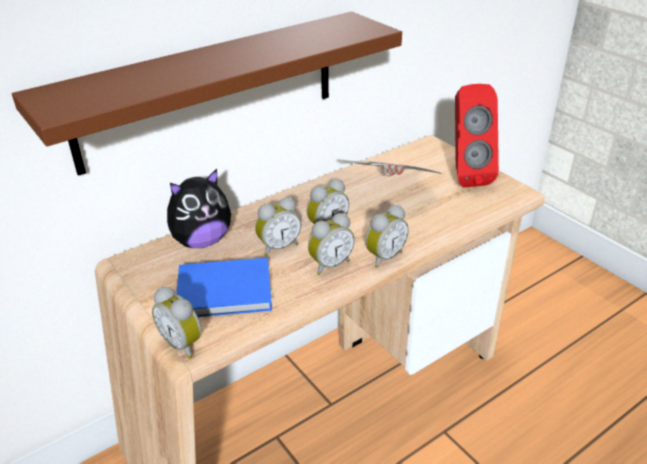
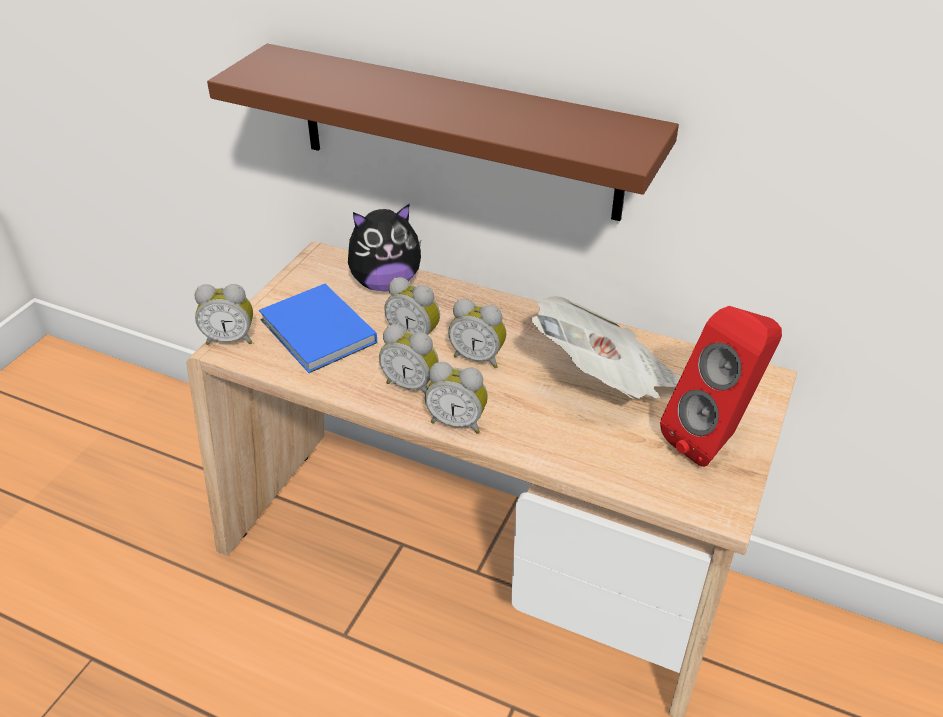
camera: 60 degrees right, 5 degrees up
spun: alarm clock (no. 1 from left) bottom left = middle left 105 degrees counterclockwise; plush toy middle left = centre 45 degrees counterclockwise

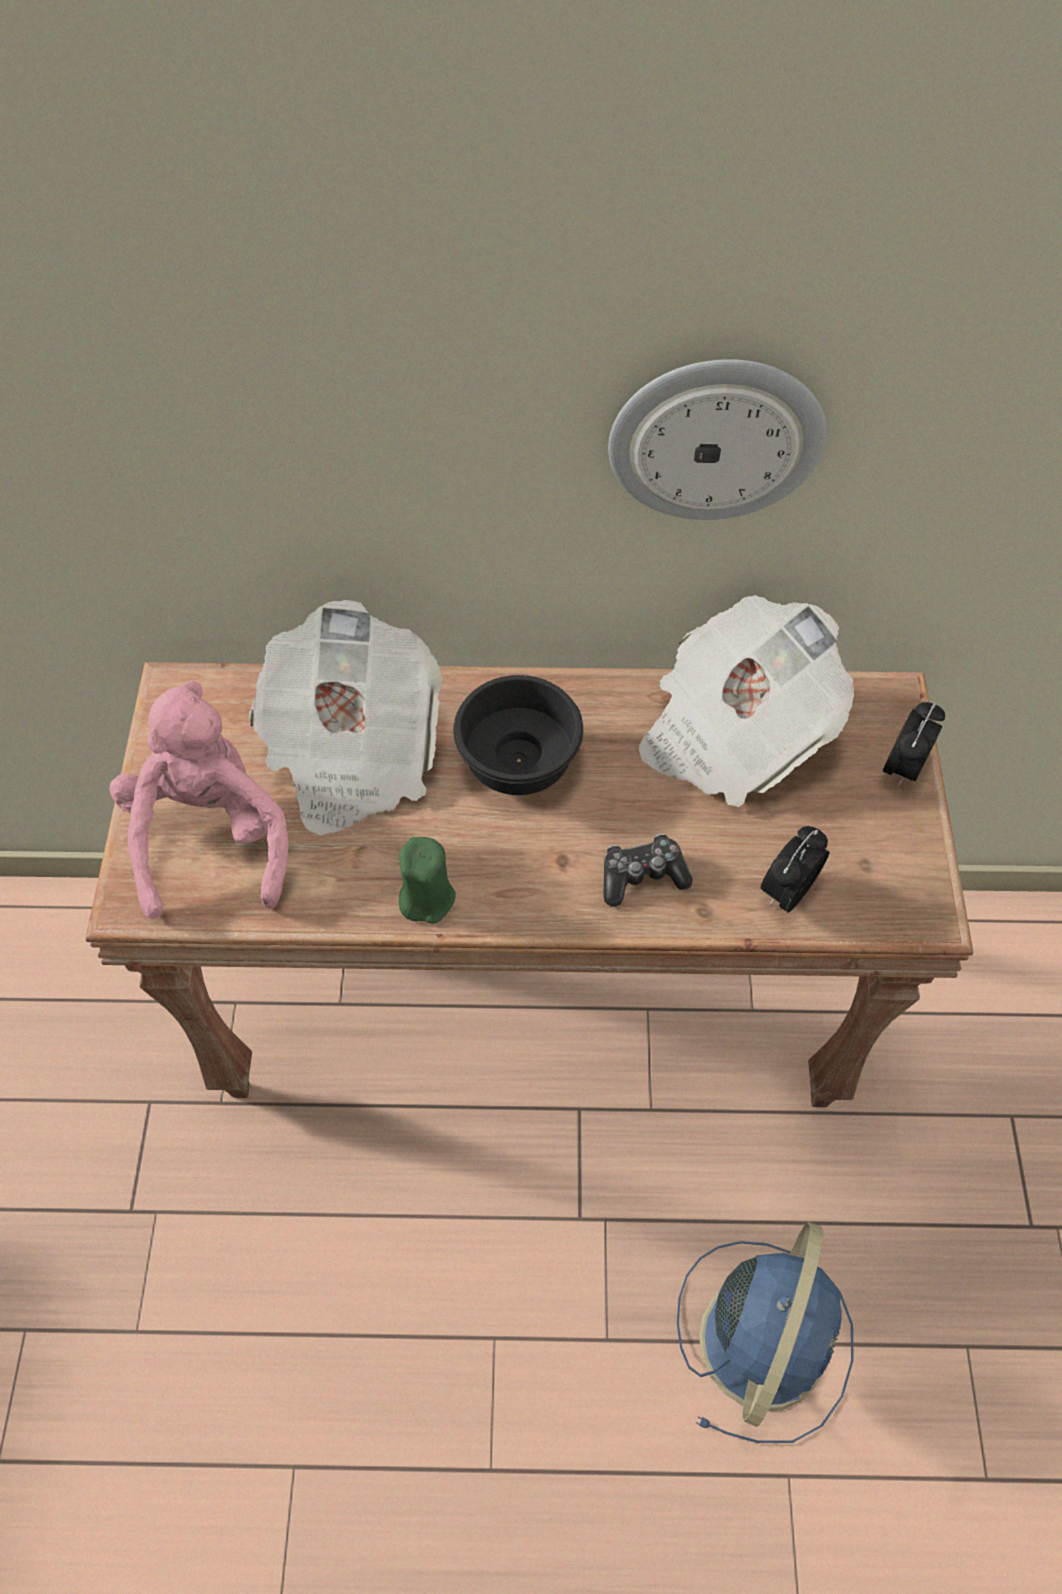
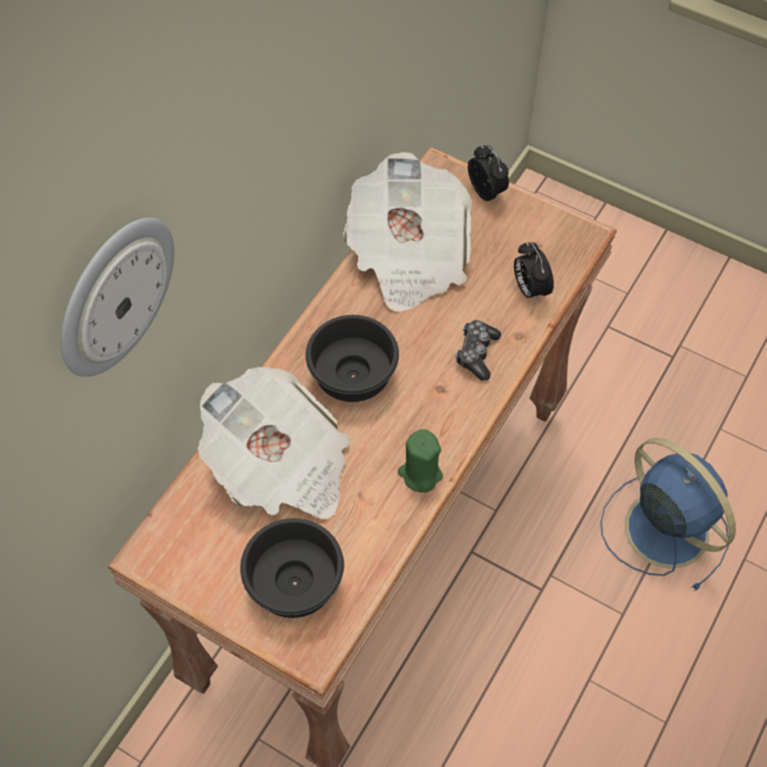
camera: 60 degrees left, 0 degrees up
relocated: wall clock top right to middle left
exchanged: plush toy (pink) middle left to bowl (black) (no. 1 from left) bottom centre

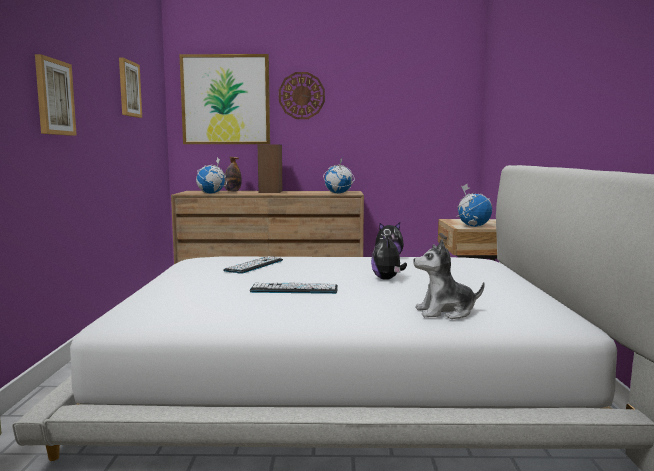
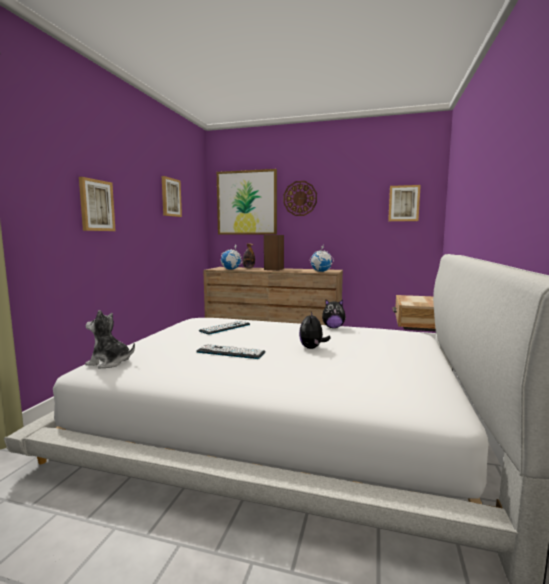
camera: 15 degrees right, 0 degrees up
missing: globe (no. 3 from left) middle right
appeared: picture (no. 4 from left) middle right
relocated: plush toy (no. 3 from left in the first image) middle right to plush toy (no. 1 from left) middle left

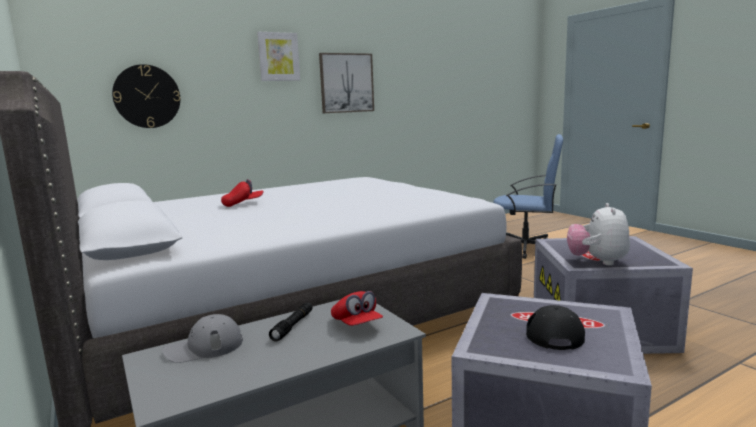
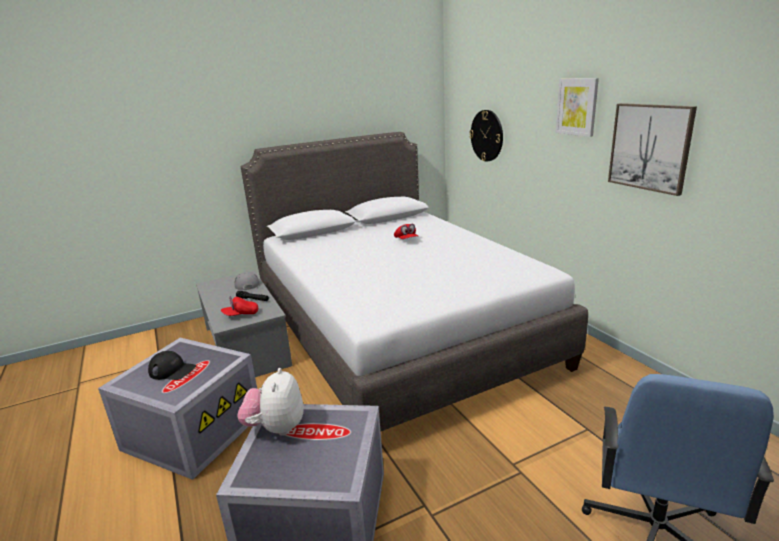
camera: 95 degrees right, 10 degrees up
spun: plush toy middle right = bottom centre 105 degrees counterclockwise

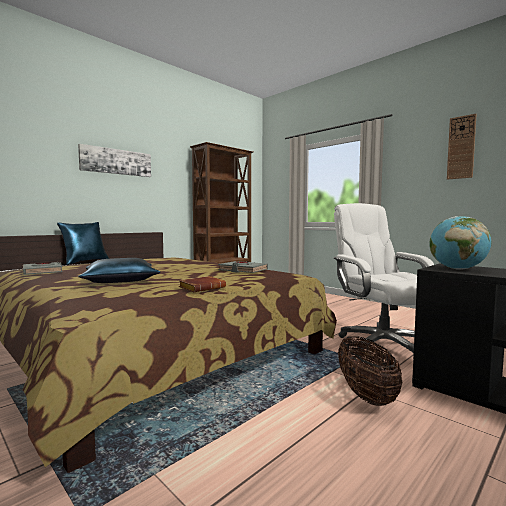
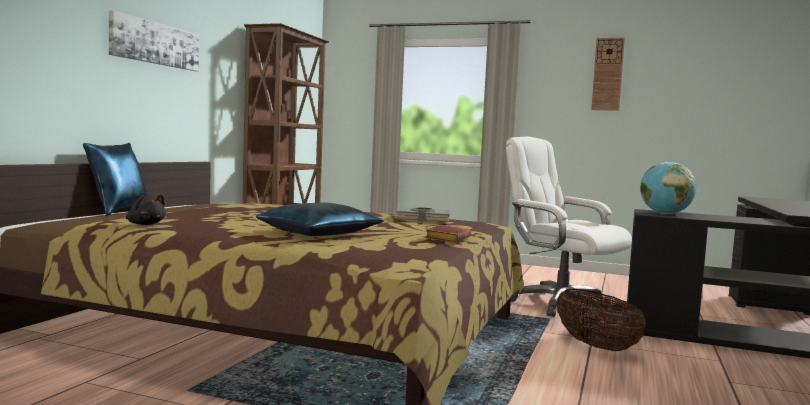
camera: 25 degrees left, 0 degrees up
exchanged: book (grey) (no. 1 from left) middle left to plush toy (black) middle left

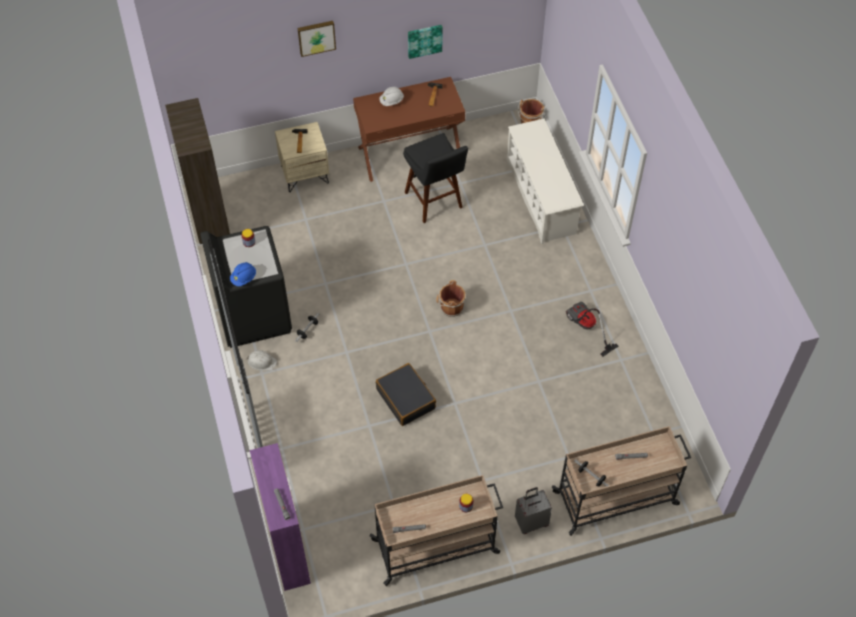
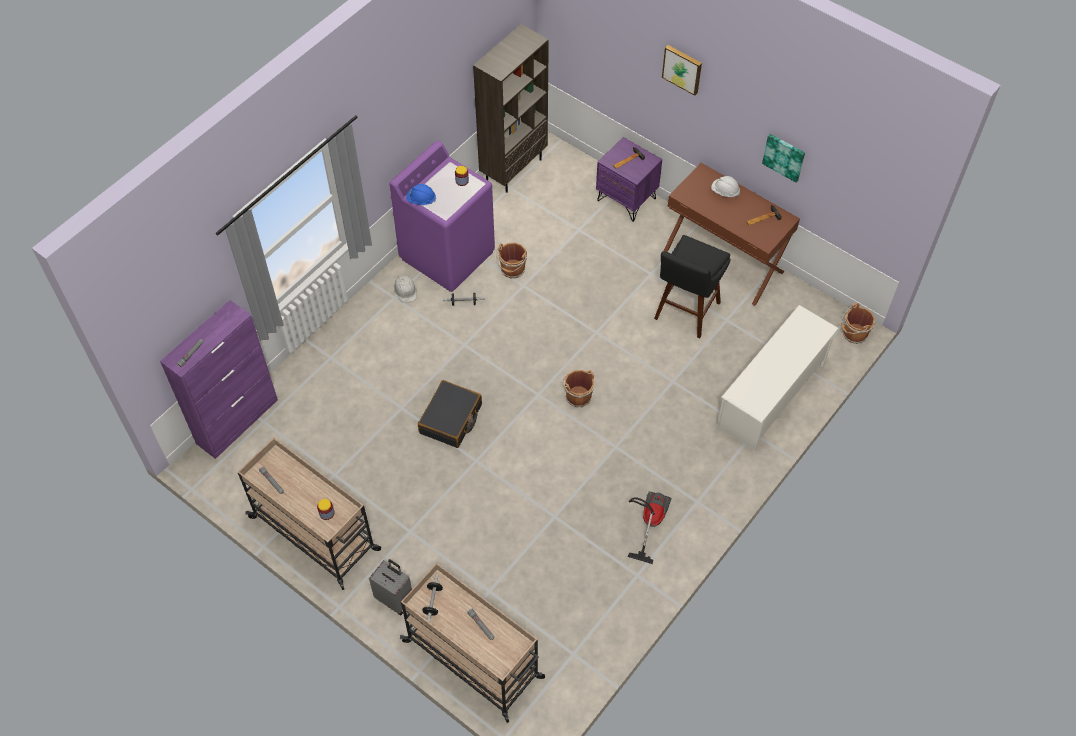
camera: 55 degrees right, 0 degrees up
appeared: bucket (brown) (no. 1 from left) centre
colour: washing machine (black) middle left to washing machine (purple) top centre; nightstand (beige) top centre to nightstand (purple) top centre

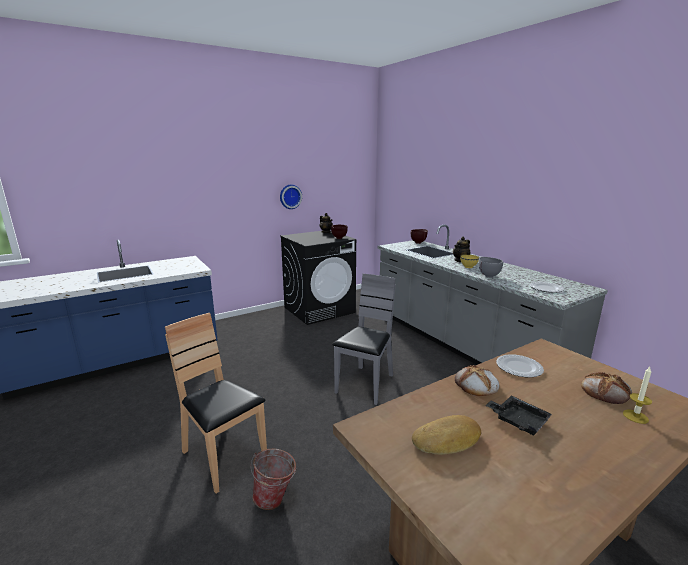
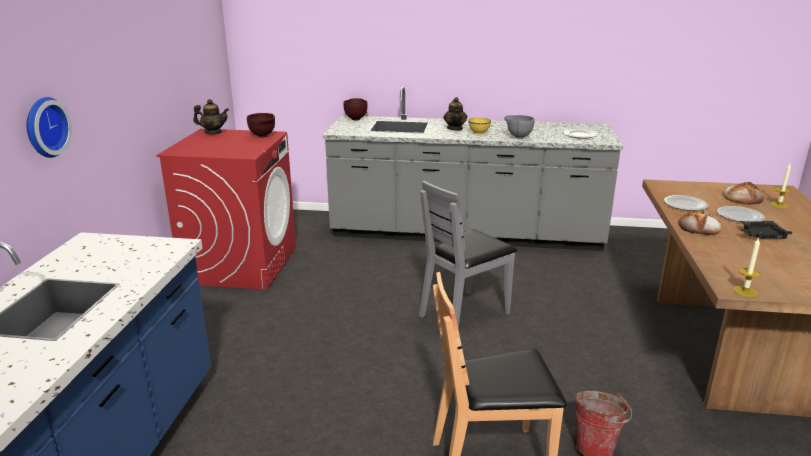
camera: 50 degrees left, 5 degrees up
missing: bread (no. 1 from left) bottom centre
appeared: plate (no. 3 from left) middle right; candle (no. 1 from left) middle right
relocated: wall clock centre to top left
colour: washing machine (black) centre to washing machine (red) middle left
spun: chair (grey) centre = centre 105 degrees counterclockwise

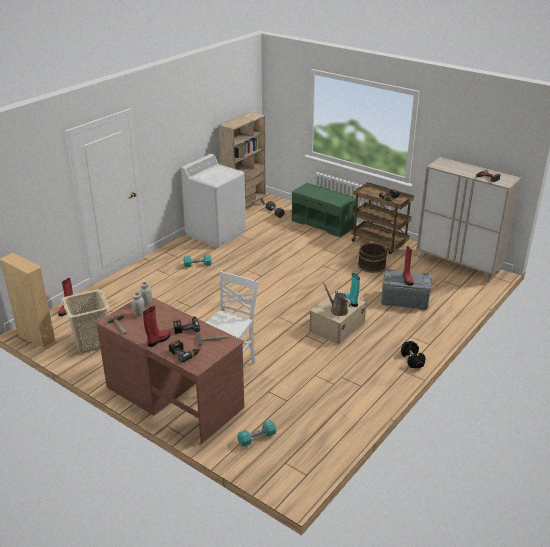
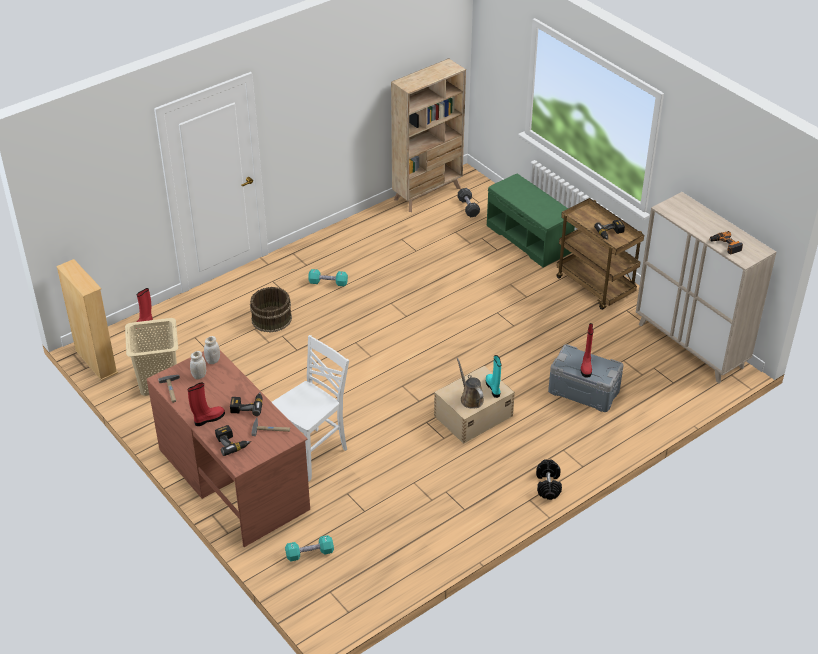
camera: 15 degrees right, 10 degrees up
missing: washing machine (white) centre
relocated: bucket (brown) middle right to middle left

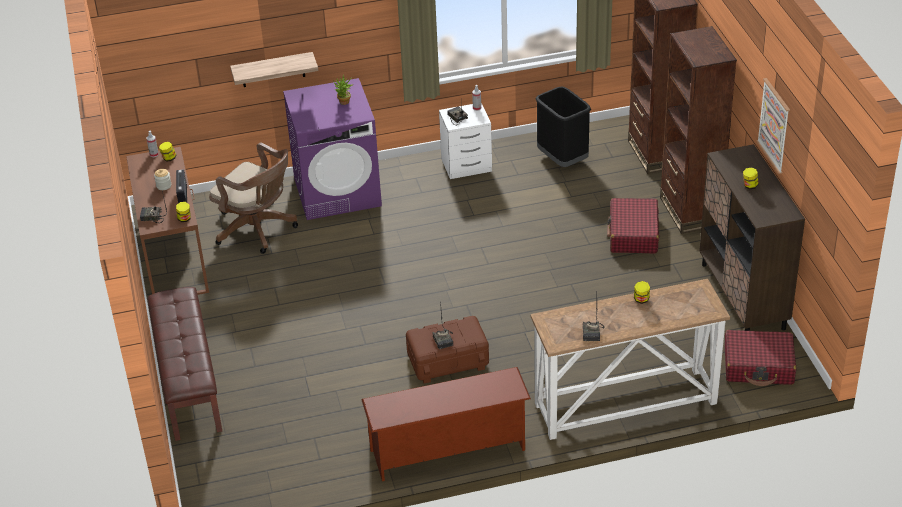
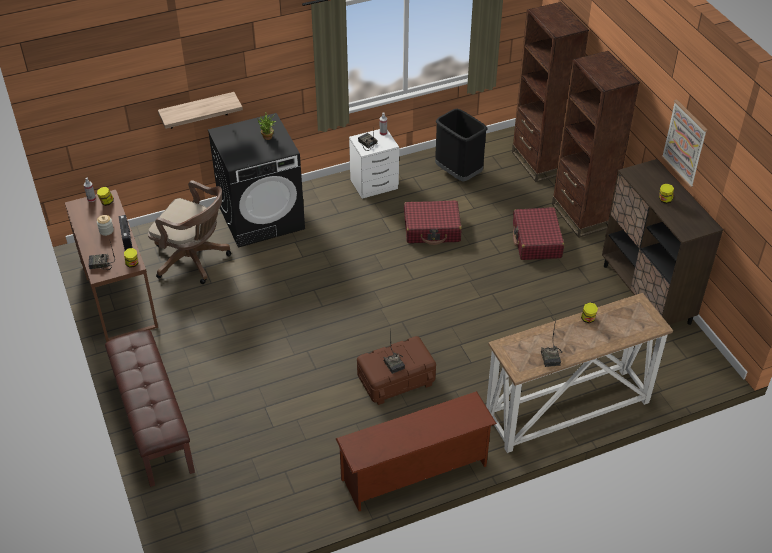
camera: 10 degrees left, 5 degrees up
relocated: suitcase (red) (no. 2 from left in the first image) bottom right to suitcase (red) (no. 1 from left) centre
colour: washing machine (purple) top centre to washing machine (black) top left

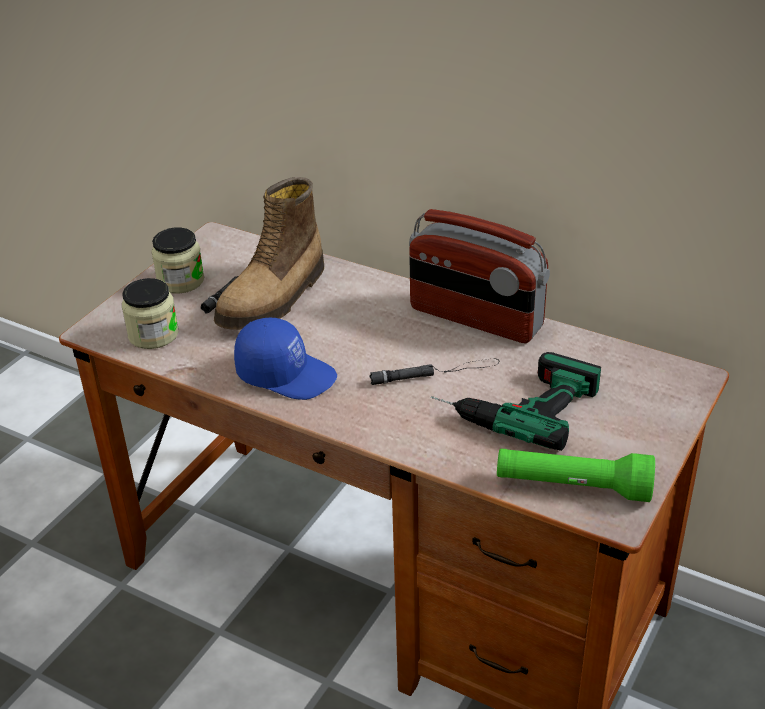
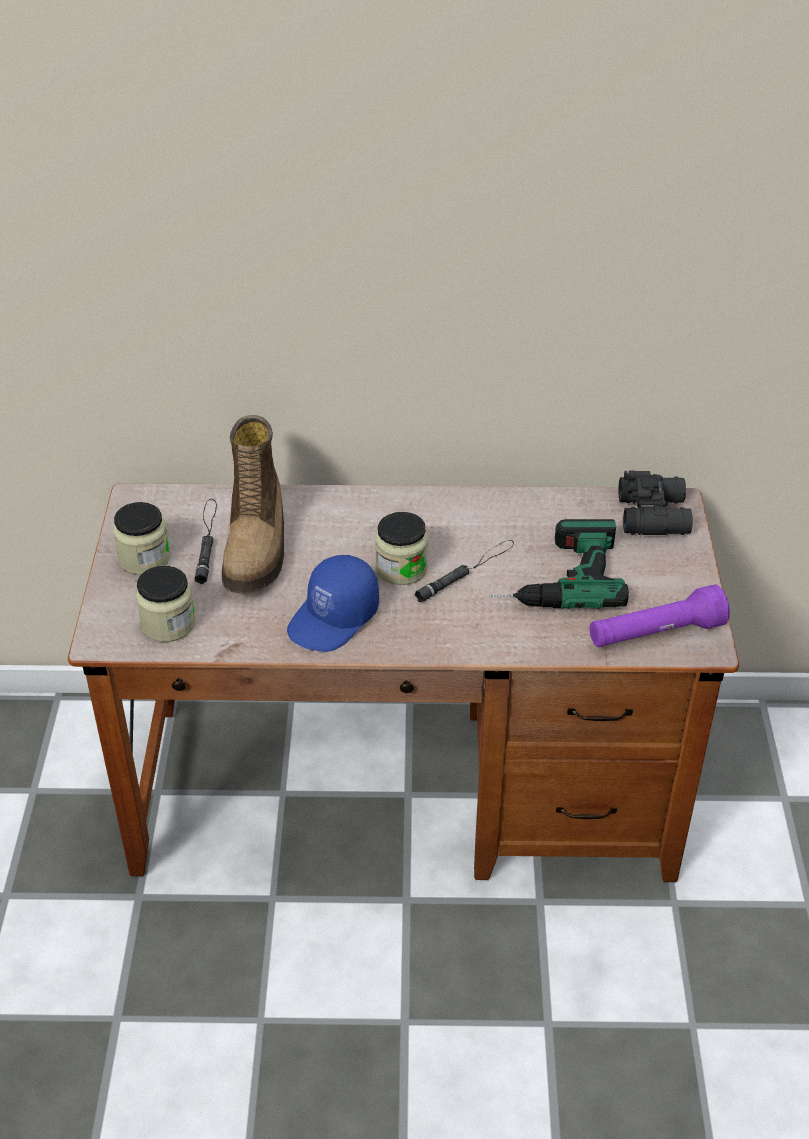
camera: 30 degrees left, 5 degrees up
missing: radio centre
appeared: jar (no. 3 from left) centre; binoculars (black) middle right
colour: flashlight (green) bottom right to flashlight (purple) middle right
spun: cap (blue) centre = centre 135 degrees clockwise

